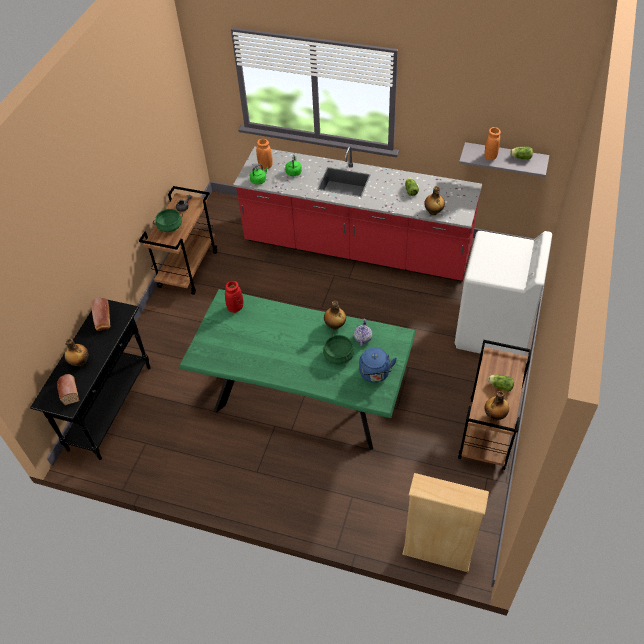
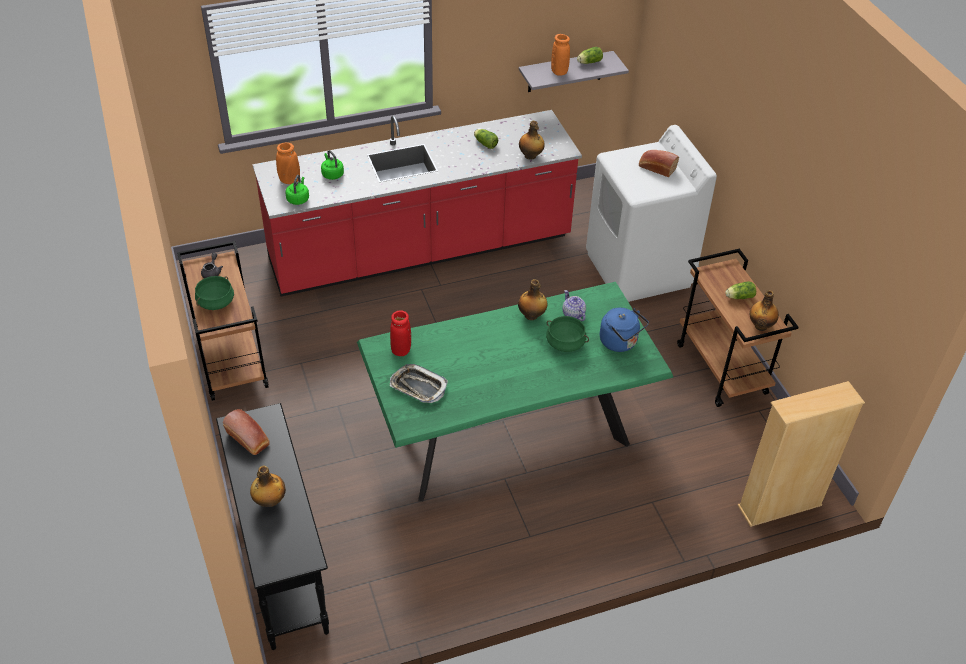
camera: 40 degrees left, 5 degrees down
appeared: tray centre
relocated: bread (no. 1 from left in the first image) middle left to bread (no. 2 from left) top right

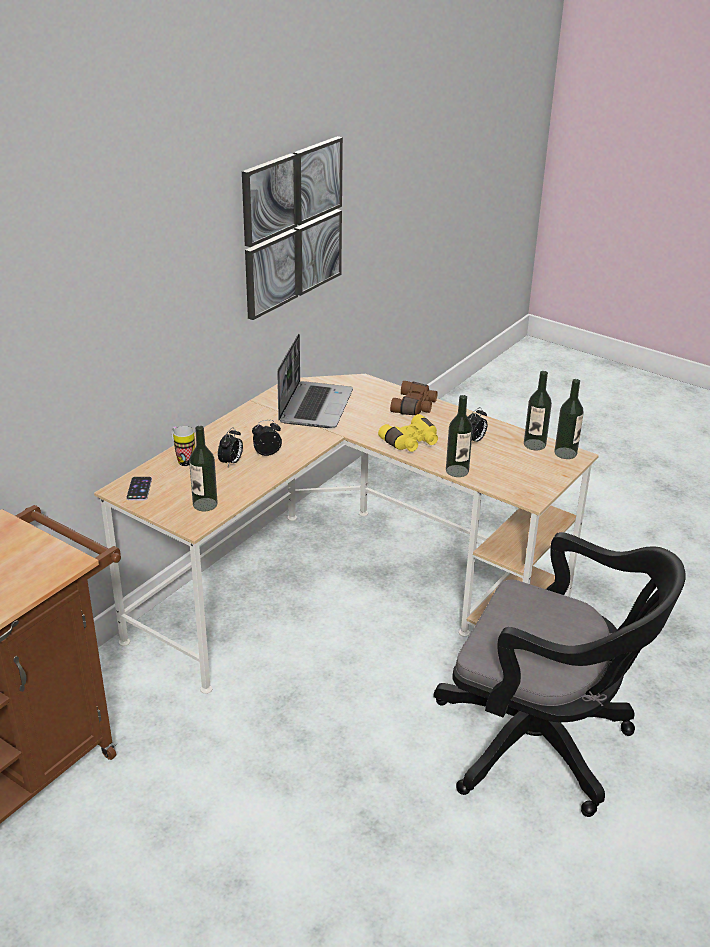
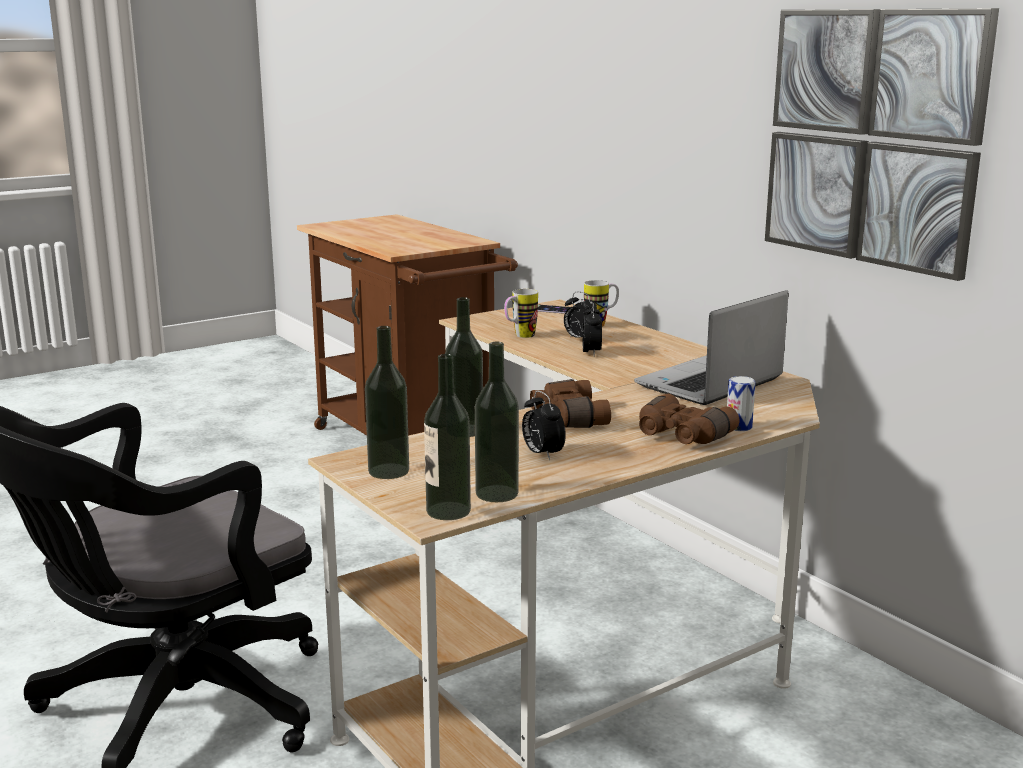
camera: 110 degrees right, 15 degrees down
appeared: mug (no. 1 from left) centre; can middle right
relocated: bottle (no. 1 from left) middle left to centre
colour: binoculars (yellow) centre to binoculars (brown) (no. 1 from left) centre
spun: laptop centre = middle right 105 degrees clockwise

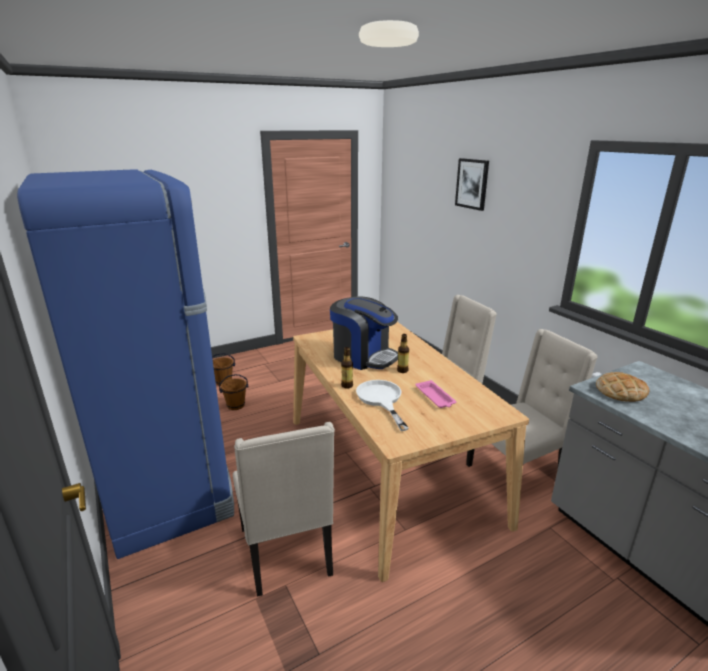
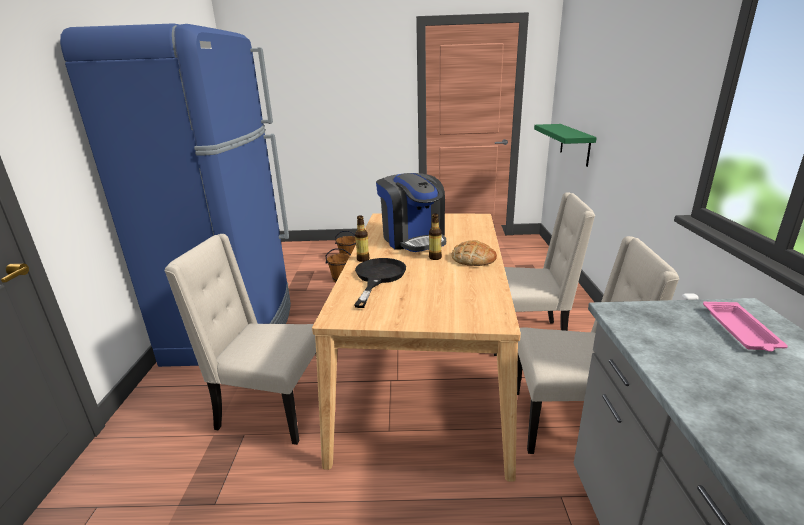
camera: 30 degrees right, 0 degrees up
missing: picture top right
appeared: shelf (green) top right
relocated: tray (pink) centre to middle right; bread middle right to centre
colour: frying pan (white) centre to frying pan (black) centre
spun: chair (beige) (no. 1 from left) bottom centre = middle left 90 degrees clockwise

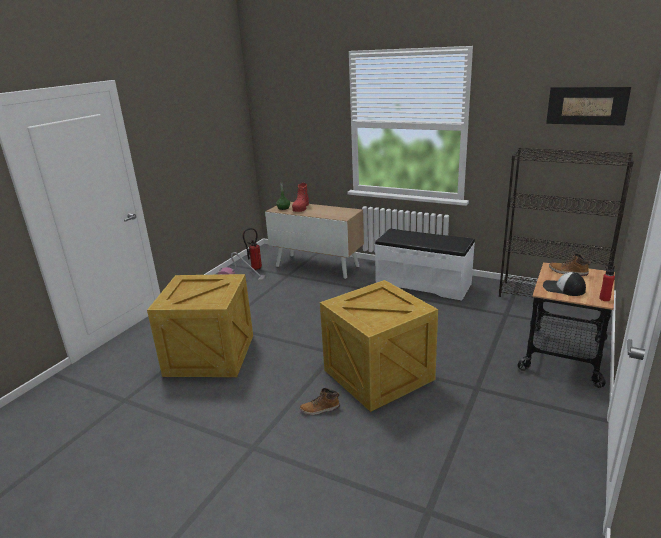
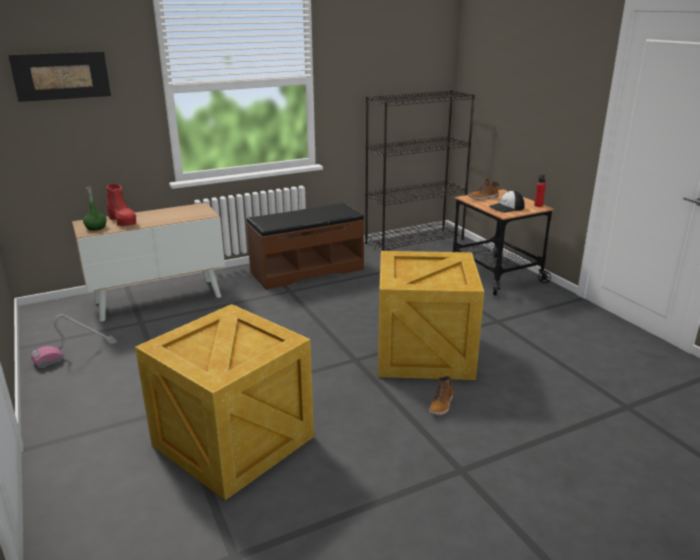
camera: 55 degrees left, 0 degrees up
missing: fire extinguisher centre
relocated: picture top right to top left
colour: bench (white) centre to bench (brown) centre

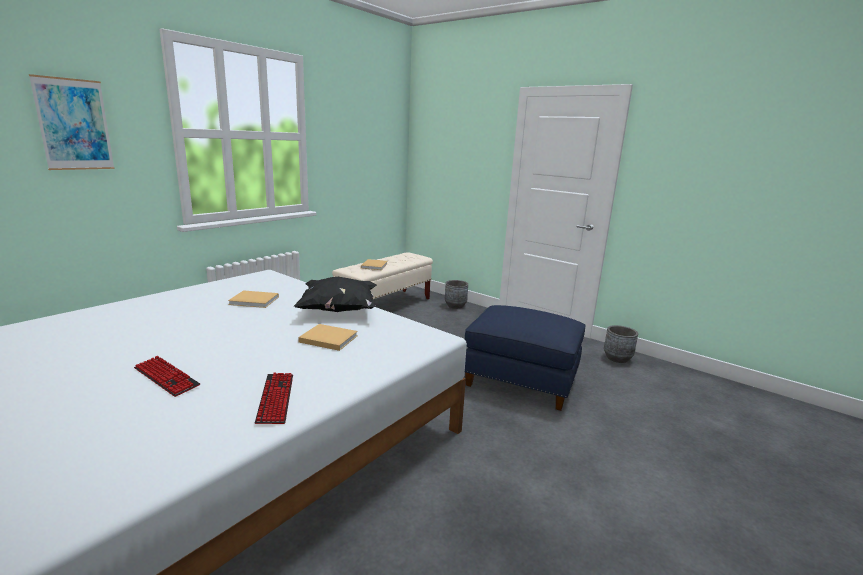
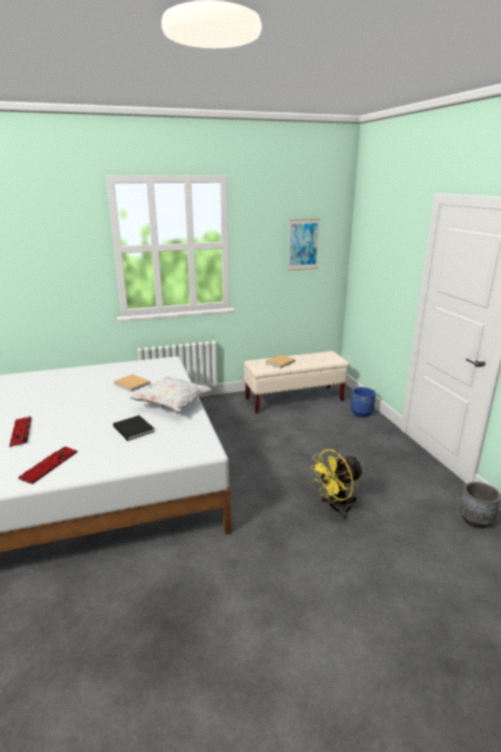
camera: 35 degrees right, 5 degrees up
relocated: picture top left to top centre
exchanged: ottoman (blue) centre to fan (yellow) middle right
colour: pillow (black) centre to pillow (white) centre; book (beige) (no. 2 from left) centre to book (black) middle left; planter (grey) (no. 1 from left) centre to planter (blue) middle right

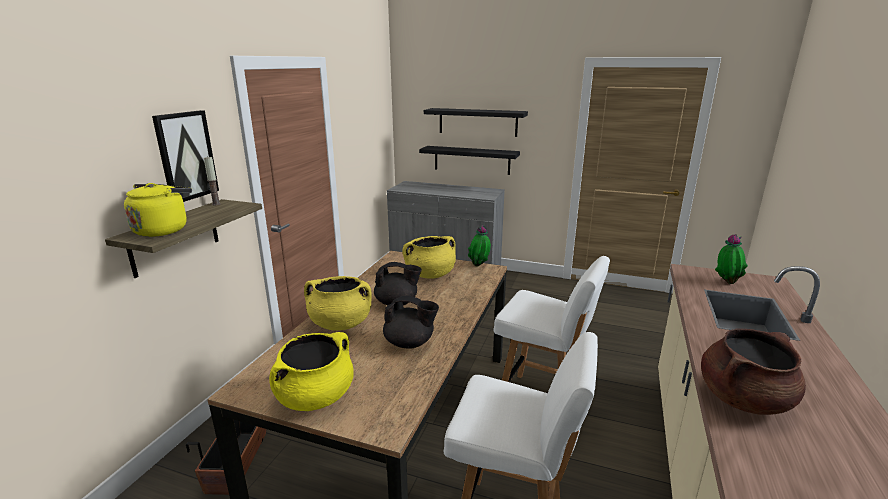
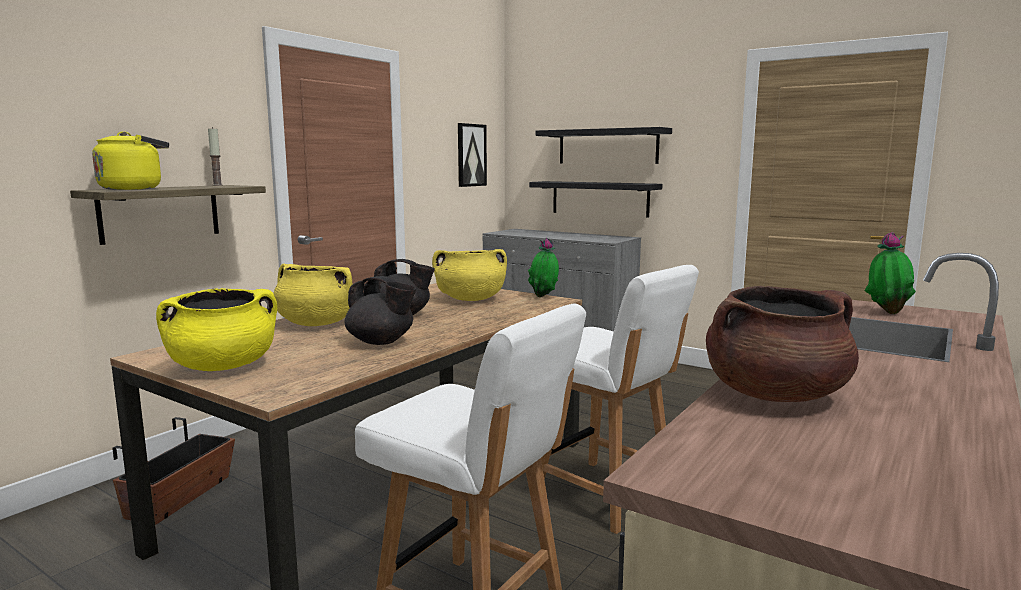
camera: 15 degrees right, 10 degrees down
relocated: picture top left to top centre

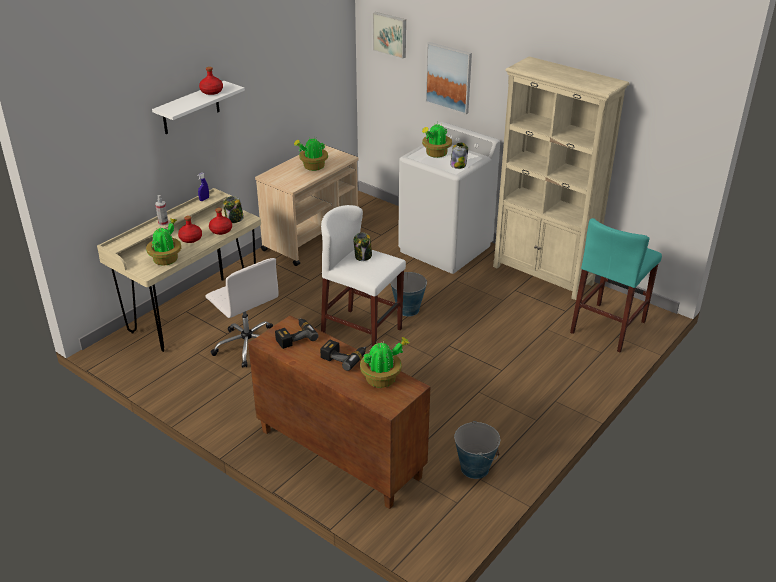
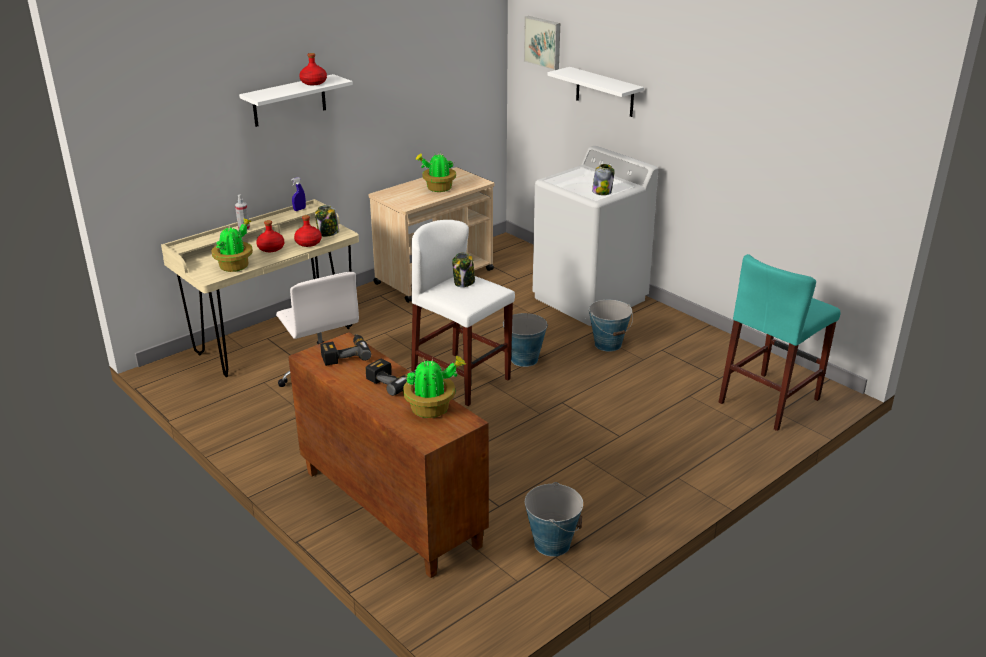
camera: 10 degrees right, 5 degrees down
missing: potted plant (no. 4 from left) top centre; bookcase (beige) top right
appeared: bucket (no. 3 from left) centre
exchanged: picture (no. 2 from left) top centre to shelf (white) (no. 2 from left) top centre

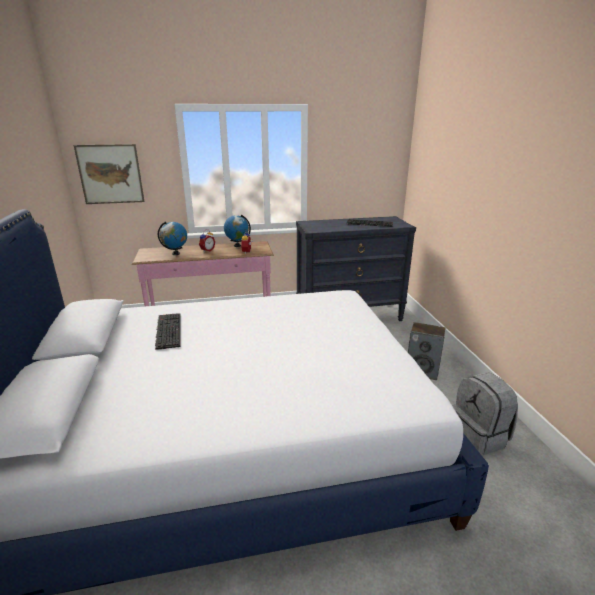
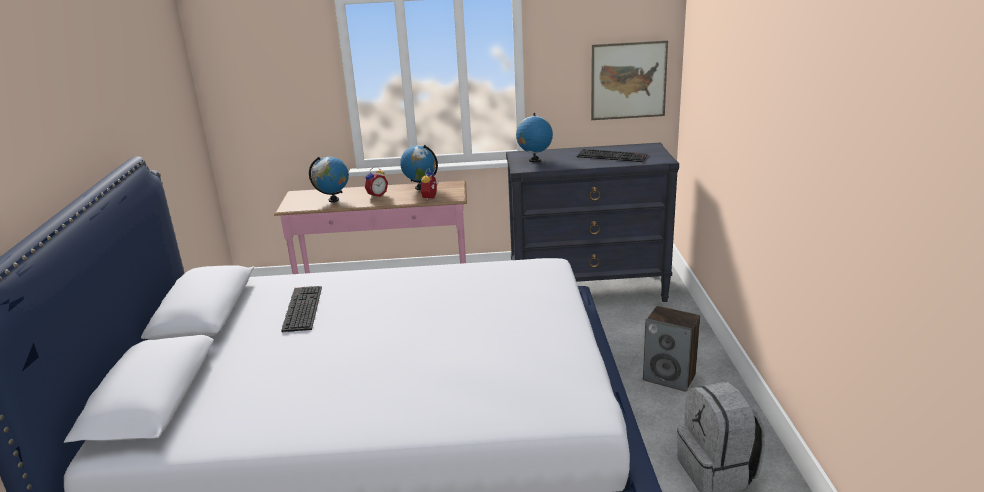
camera: 10 degrees right, 0 degrees up
appeared: globe (no. 3 from left) top centre
relocated: picture top left to top centre

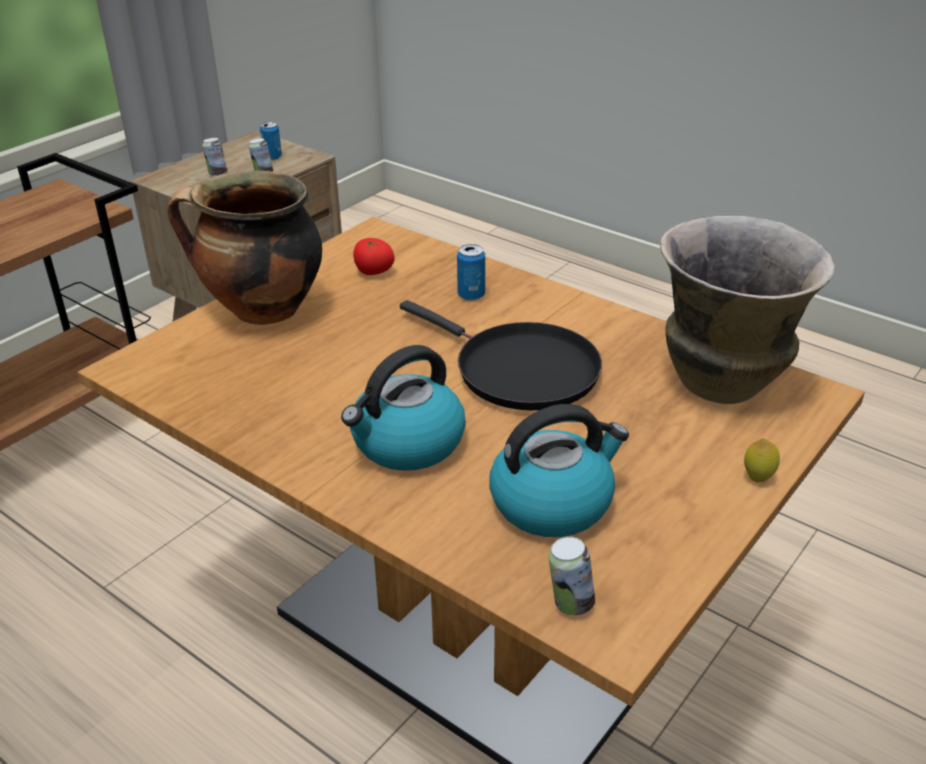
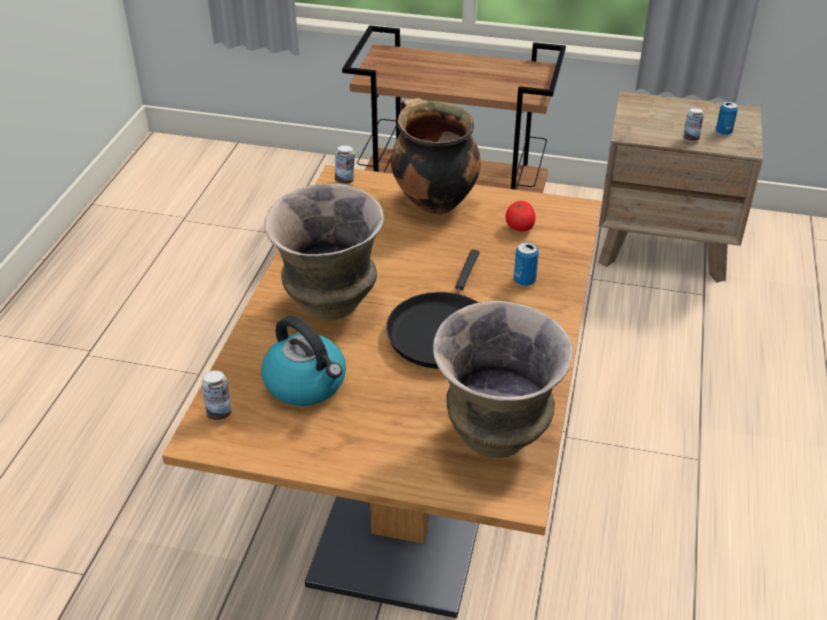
camera: 65 degrees right, 5 degrees up
missing: lemon middle right
relocated: can (no. 1 from left in the first image) top left to can (no. 2 from left) top centre
exchanged: kettle (no. 1 from left) centre to vase (no. 1 from left) centre

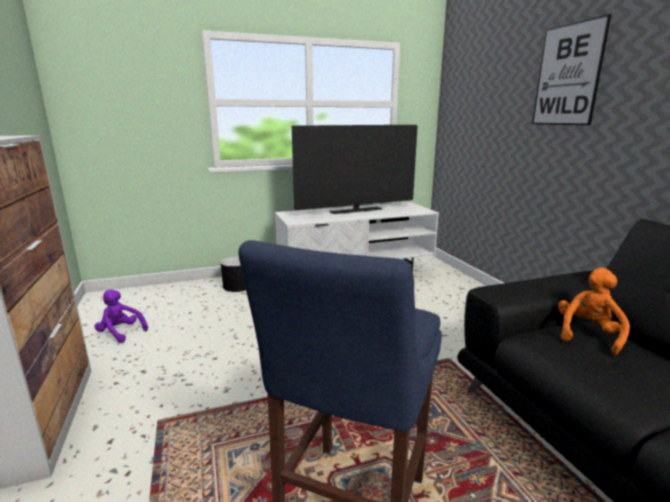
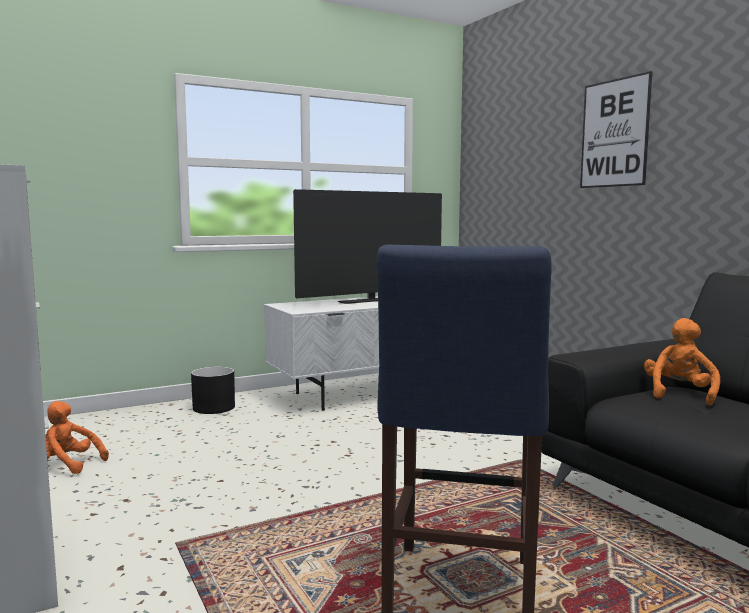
camera: 10 degrees left, 10 degrees down
colour: plush toy (purple) middle left to plush toy (orange) (no. 1 from left) bottom left

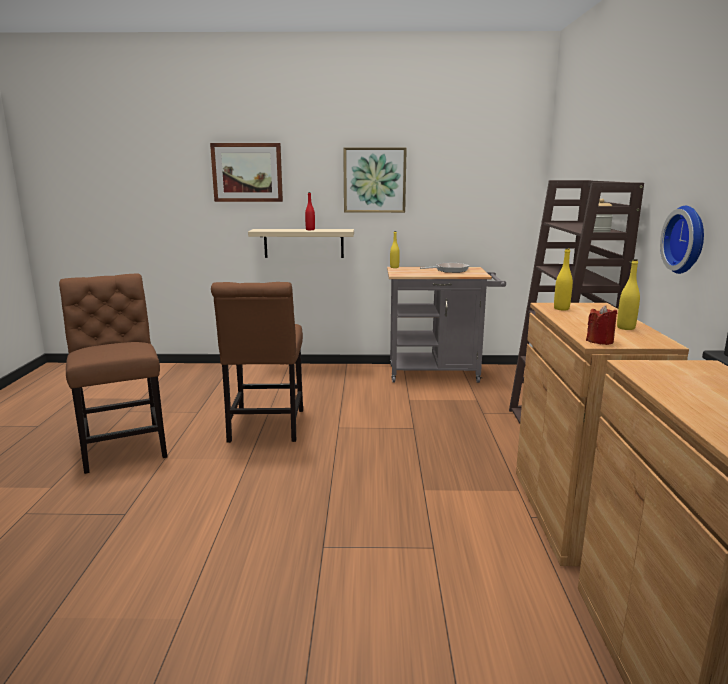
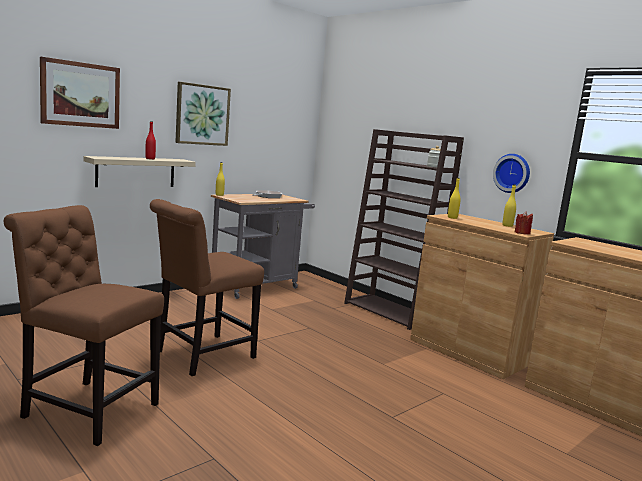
camera: 45 degrees left, 5 degrees down
spun: chair (brown) (no. 2 from left) centre = middle left 90 degrees clockwise

